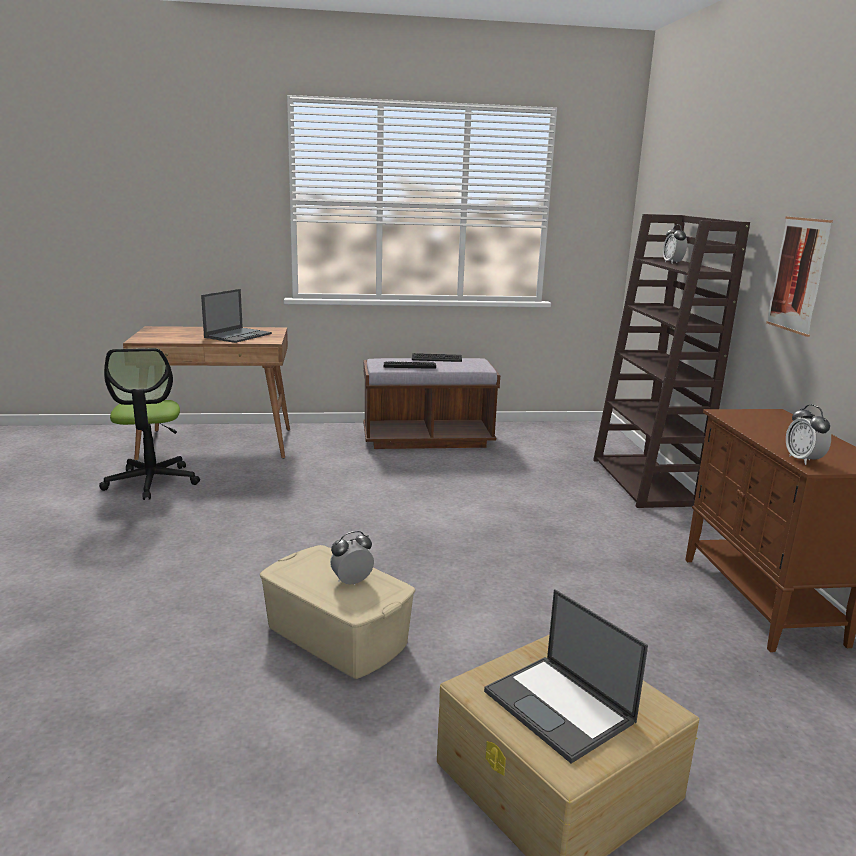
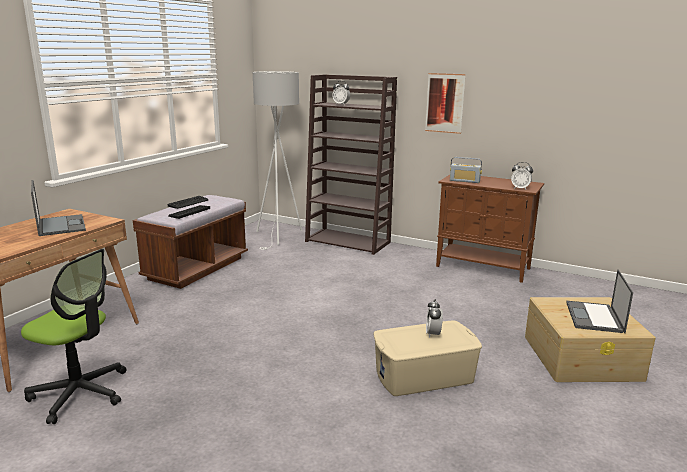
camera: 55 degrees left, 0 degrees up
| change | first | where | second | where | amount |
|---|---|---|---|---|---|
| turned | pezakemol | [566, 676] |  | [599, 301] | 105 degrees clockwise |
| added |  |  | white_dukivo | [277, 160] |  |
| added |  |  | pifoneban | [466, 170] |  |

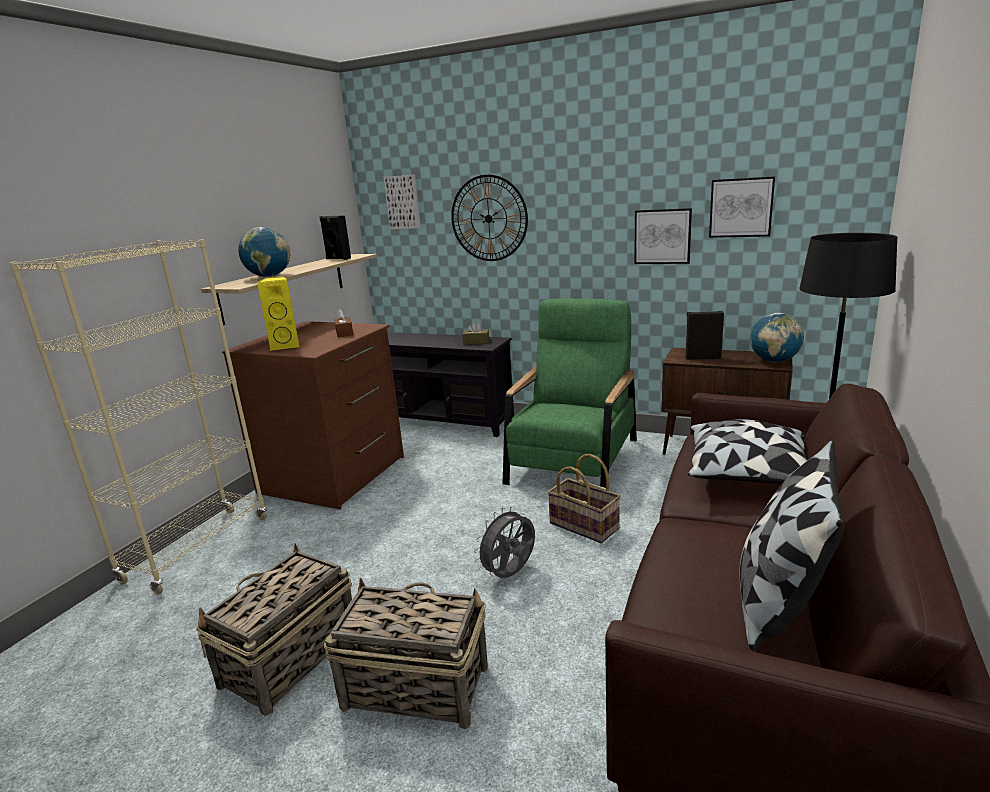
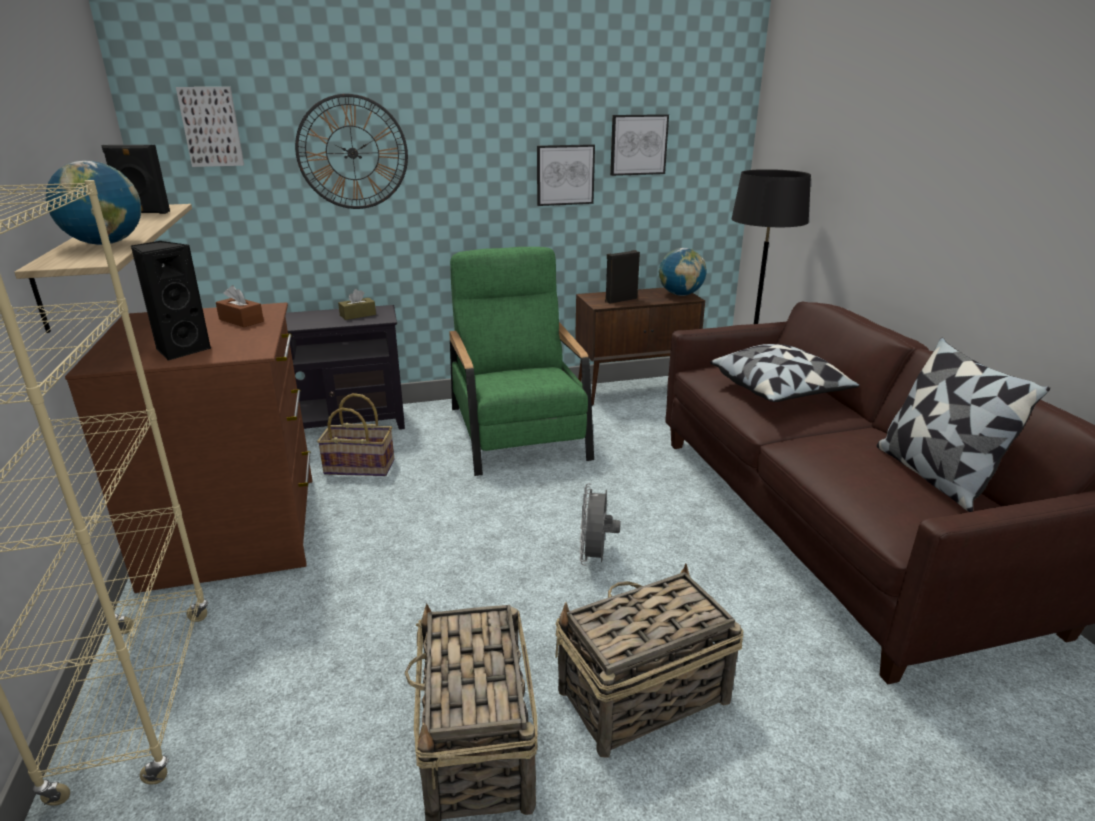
camera: 40 degrees left, 5 degrees up
| change | first | where | second | where | amount |
|---|---|---|---|---|---|
| recoloured | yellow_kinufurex | [278, 313] | black_kinufurex | [171, 301] |  |
| moved | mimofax | [584, 498] |  | [355, 434] |  |

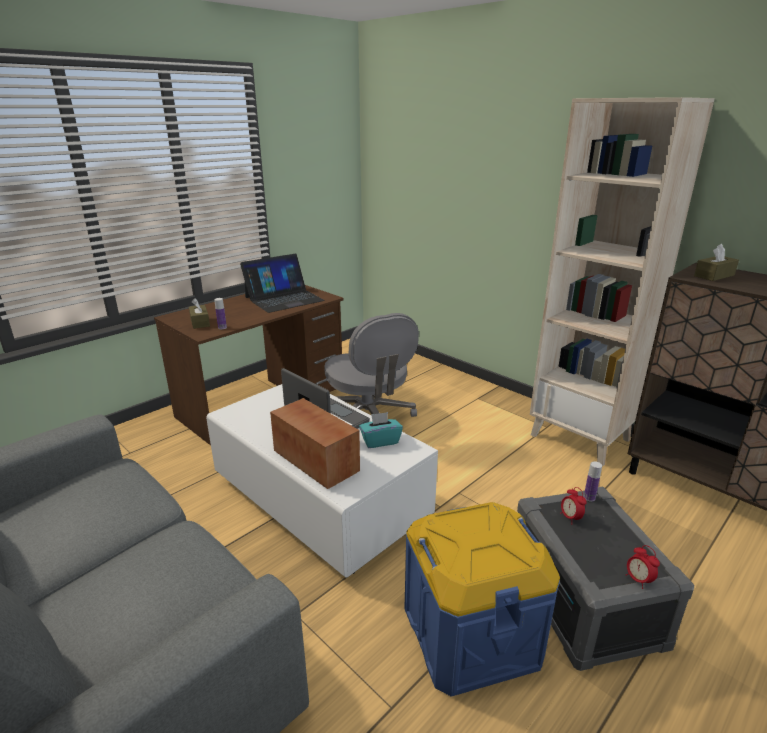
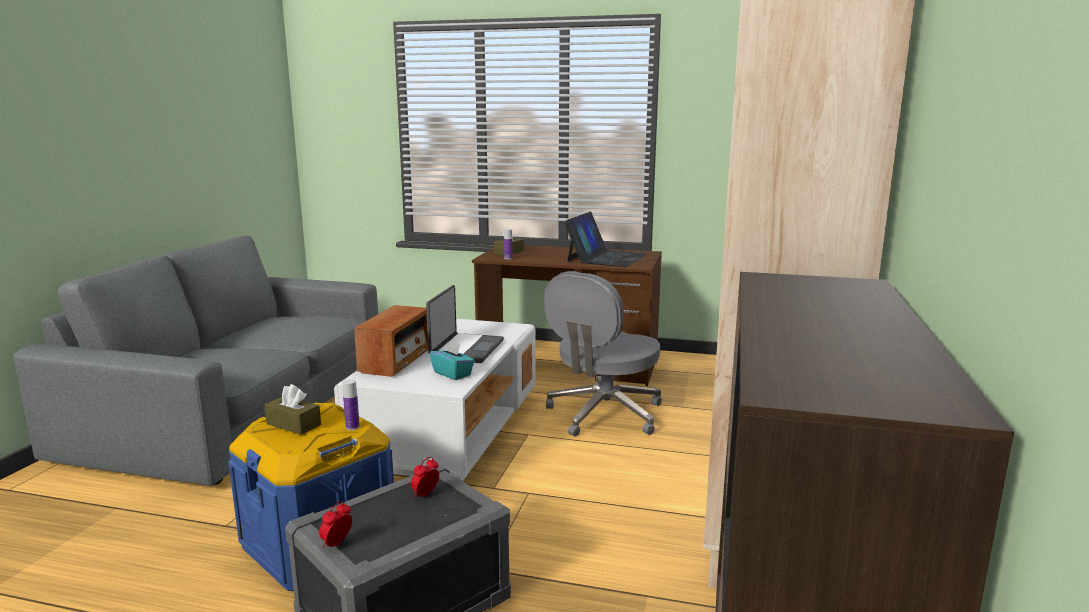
camera: 60 degrees right, 10 degrees down
| change | first | where | second | where | amount |
|---|---|---|---|---|---|
| turned | pezakemol | [282, 283] |  | [605, 239] | 90 degrees counterclockwise |
| moved | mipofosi | [593, 481] |  | [351, 404] |  |
| moved | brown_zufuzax | [716, 262] |  | [293, 409] |  |

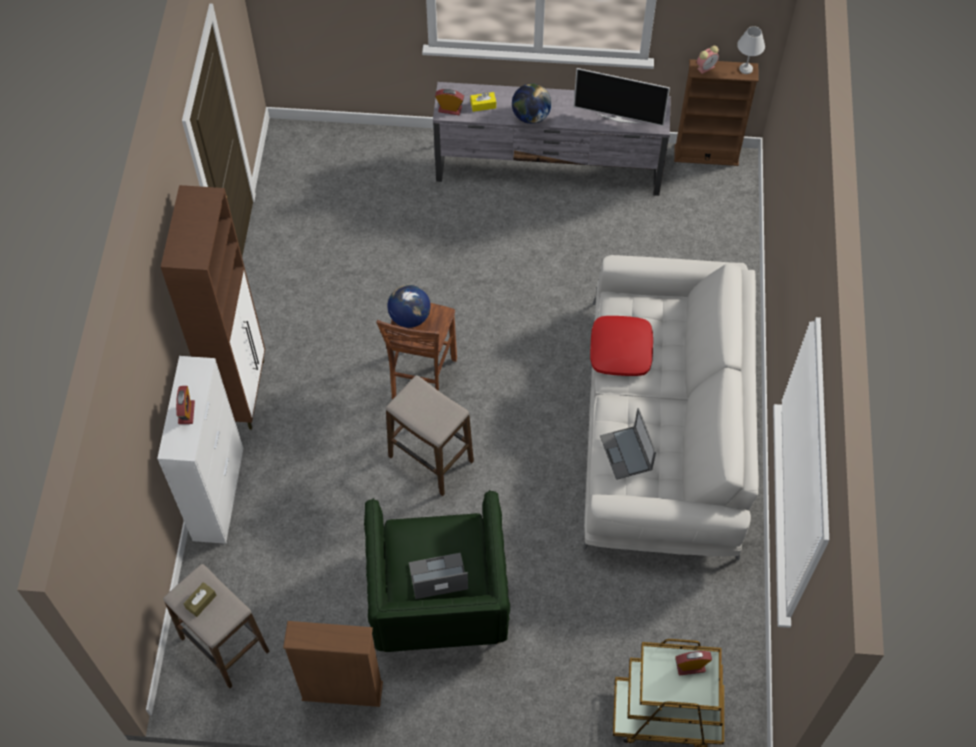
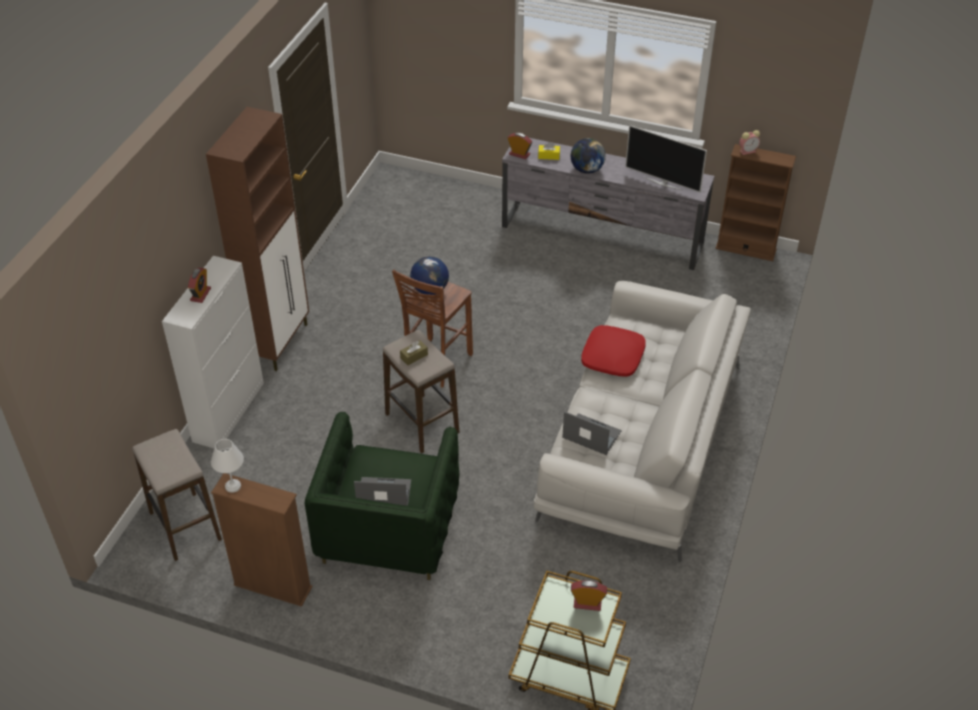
camera: 15 degrees right, 15 degrees down
| change | first | where | second | where | amount |
|---|---|---|---|---|---|
| moved | brown_zufuzax | [199, 599] |  | [414, 352] |  |
| turned | pezakemol | [628, 444] |  | [592, 433] | 120 degrees clockwise |
| moved | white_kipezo | [751, 50] |  | [227, 466] |  |

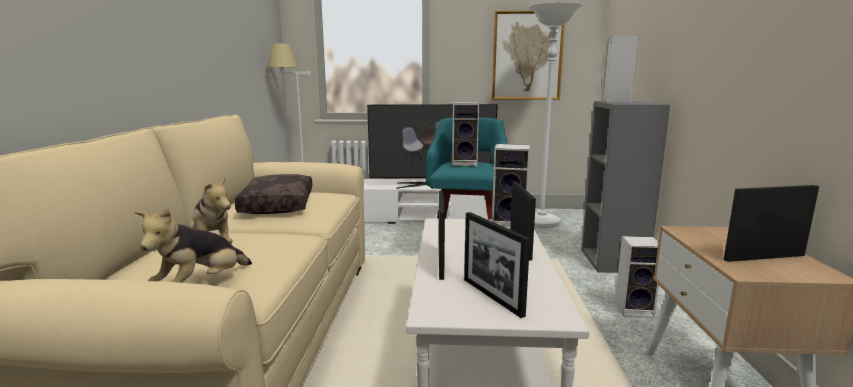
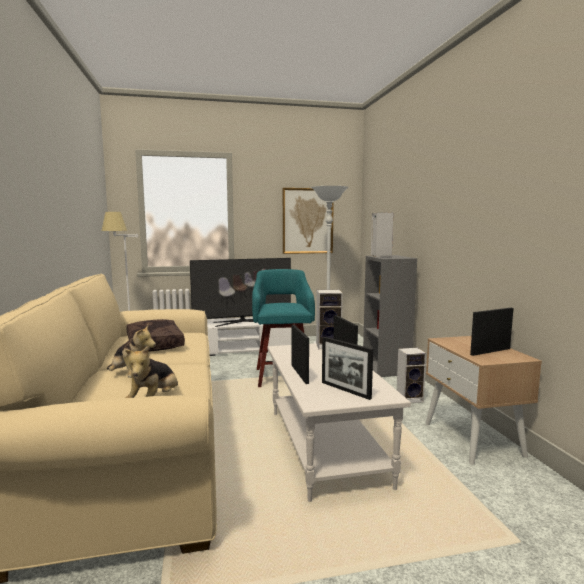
camera: 15 degrees left, 5 degrees down
| change | first | where | second | where | amount |
|---|---|---|---|---|---|
| removed | kinufurex | [465, 134] |  |  |  |

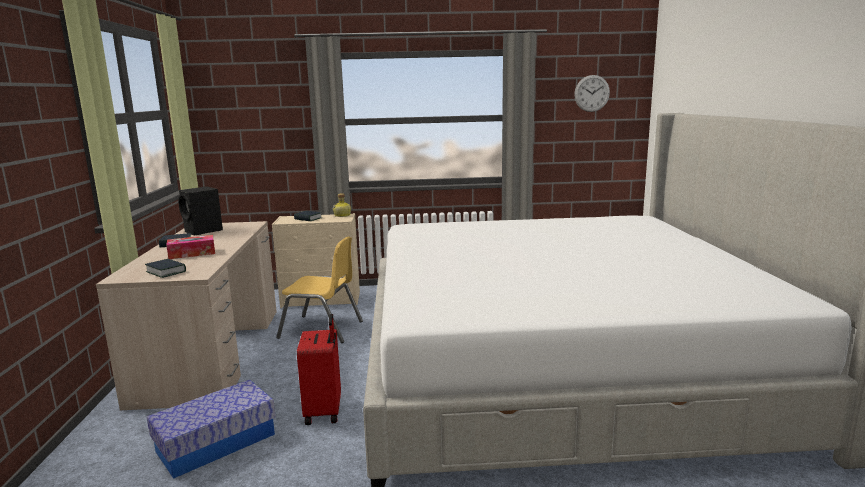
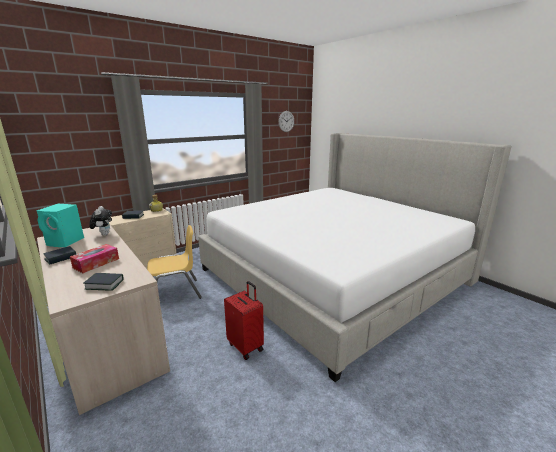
camera: 35 degrees left, 5 degrees up
| change | first | where | second | where | amount |
|---|---|---|---|---|---|
| removed | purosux | [211, 429] |  |  |  |
| recoloured | black_kinufurex | [200, 211] | turquoise_kinufurex | [60, 225] |  |
| added |  |  | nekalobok | [100, 221] |  |

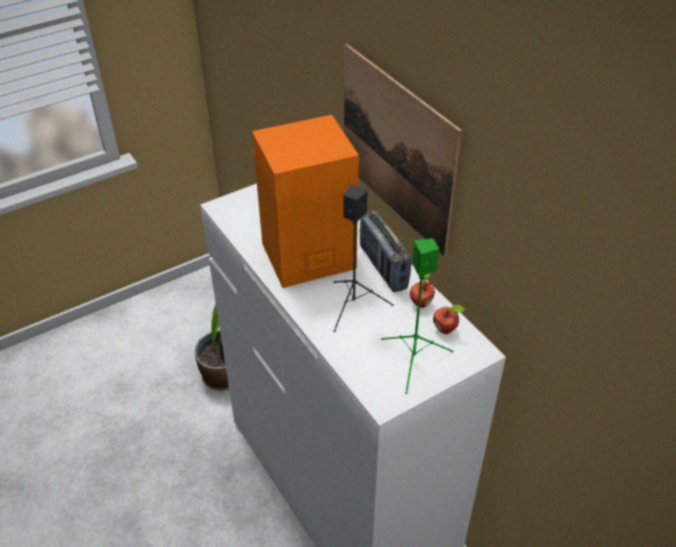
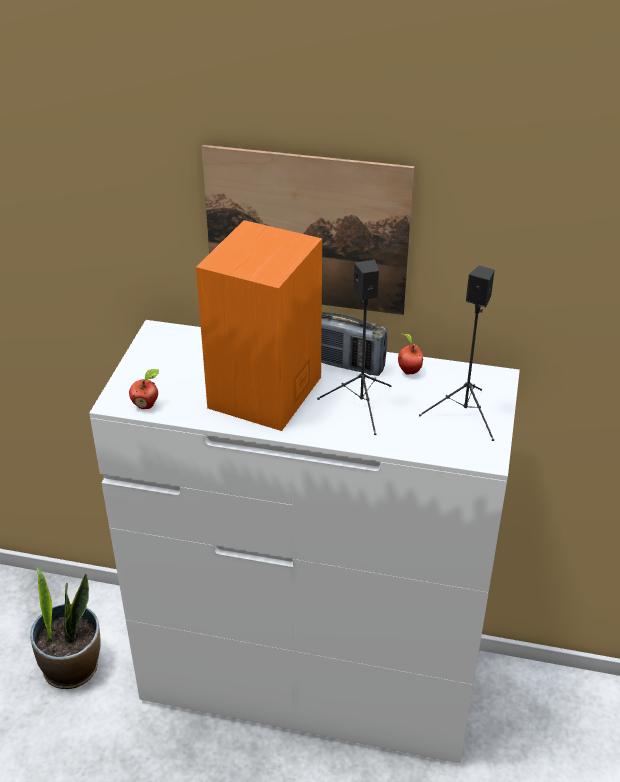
camera: 45 degrees left, 5 degrees down
| change | first | where | second | where | amount |
|---|---|---|---|---|---|
| recoloured | green_kinufurex | [417, 316] | black_kinufurex | [457, 353] |  |
| moved | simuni | [449, 319] |  | [144, 389] |  |

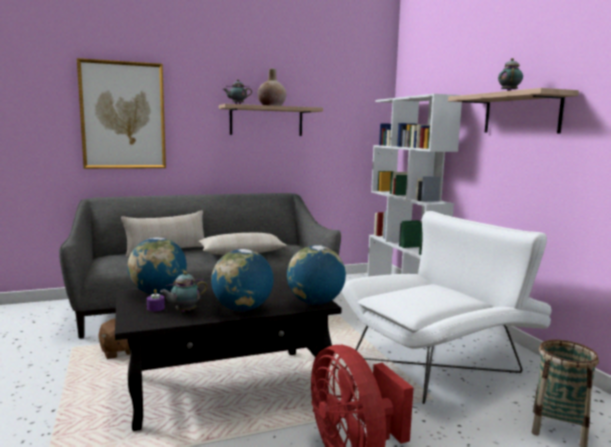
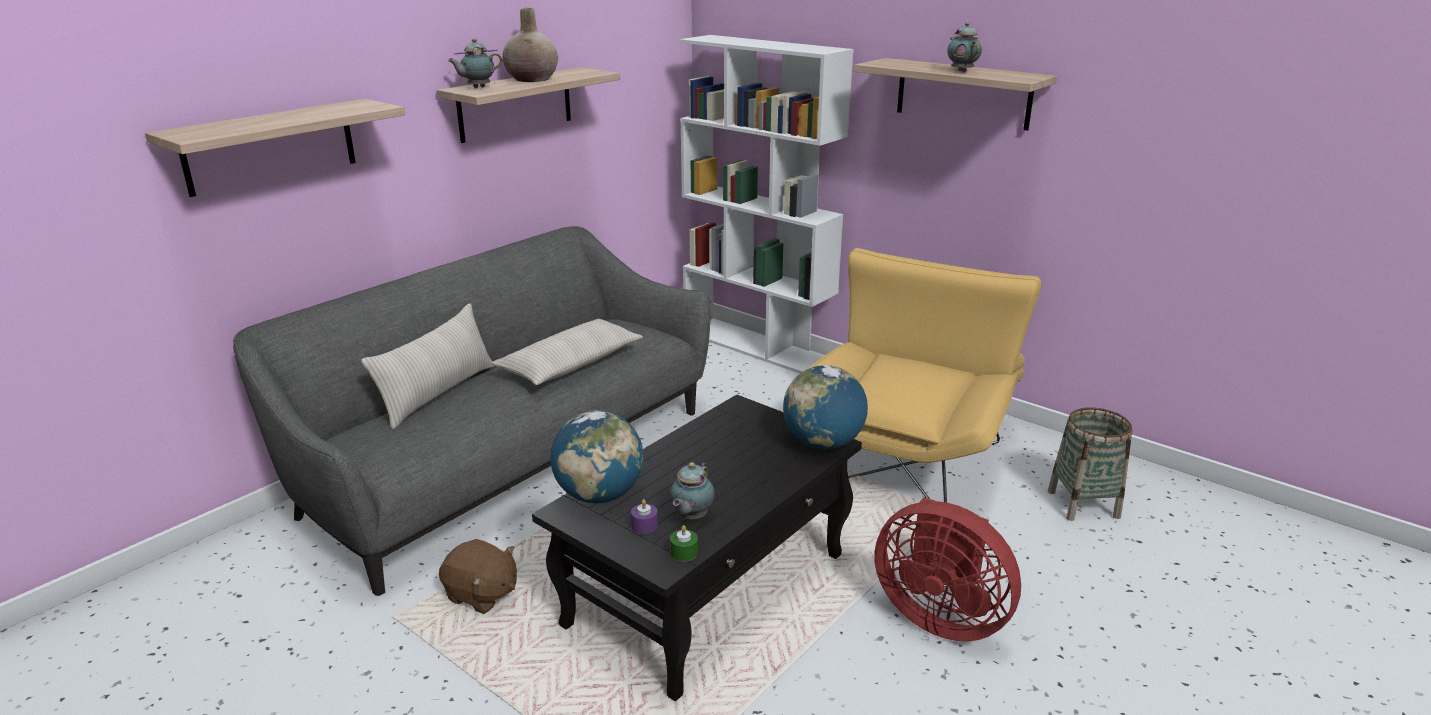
camera: 30 degrees left, 15 degrees up
| change | first | where | second | where | amount |
|---|---|---|---|---|---|
| replaced | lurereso | [121, 113] | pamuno | [275, 148] |  |
| removed | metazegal | [242, 280] |  |  |  |
| recoloured | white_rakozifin | [447, 307] | yellow_rakozifin | [924, 375] |  |
| added |  |  | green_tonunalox | [684, 543] |  |

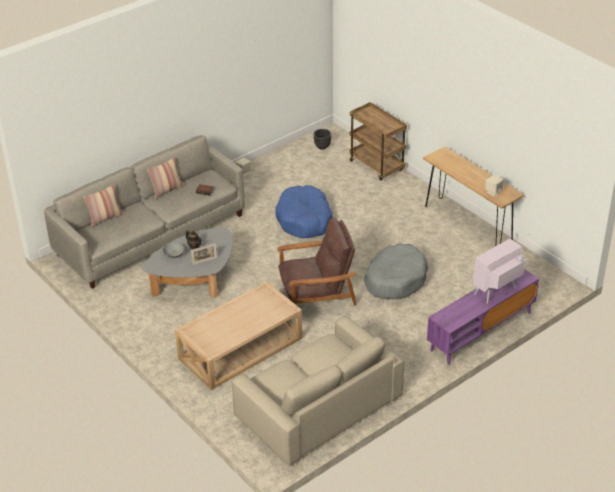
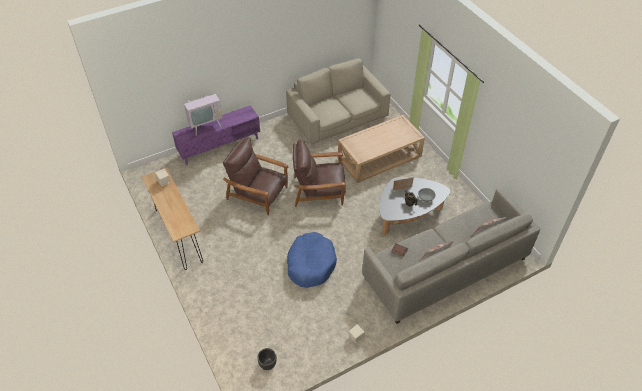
camera: 170 degrees left, 10 degrees up
| change | first | where | second | where | amount |
|---|---|---|---|---|---|
| removed | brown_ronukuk | [378, 141] |  |  |  |
| replaced | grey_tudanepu | [396, 271] | brown_rakozifin | [256, 176] |  |

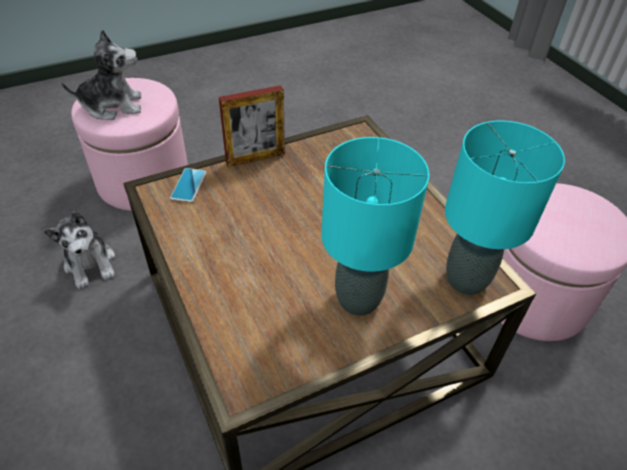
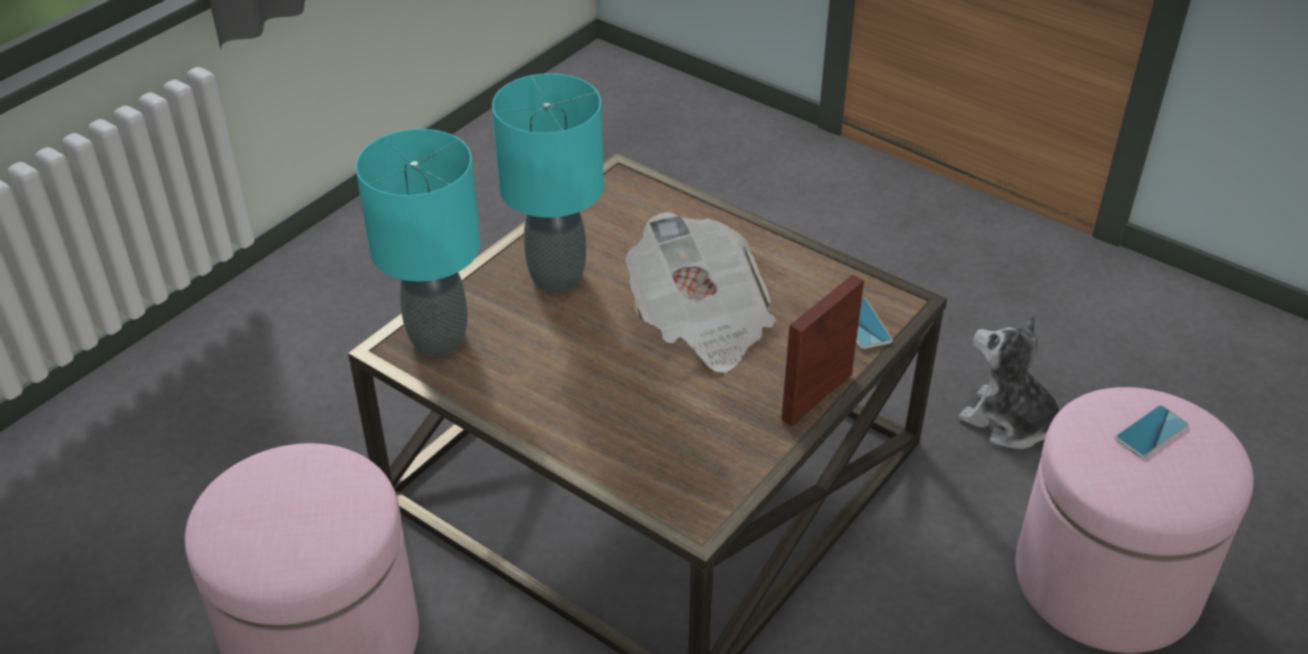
camera: 155 degrees right, 5 degrees down
| change | first | where | second | where | amount |
|---|---|---|---|---|---|
| replaced | nekalobok | [101, 74] | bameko | [1152, 431] |  |
| added |  |  | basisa | [700, 292] |  |

